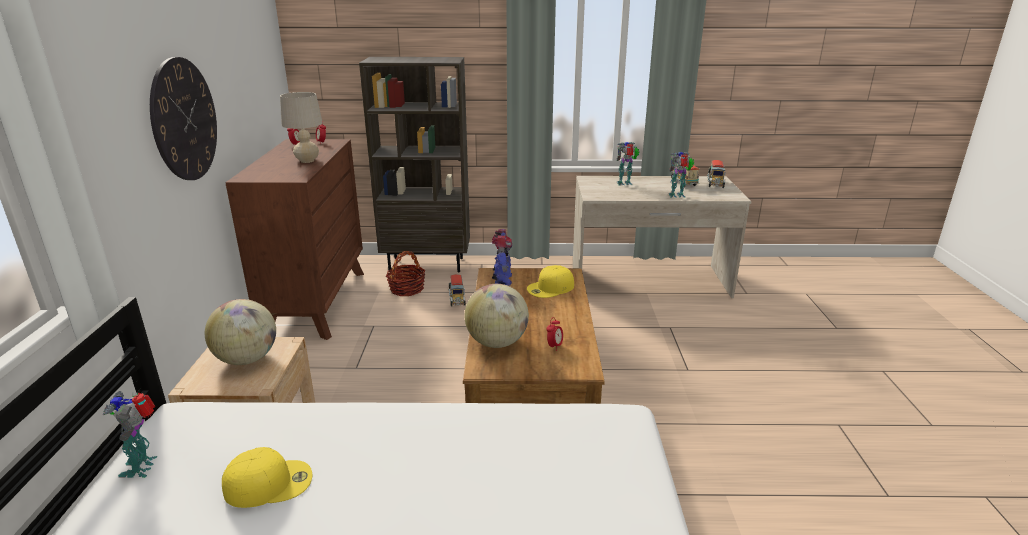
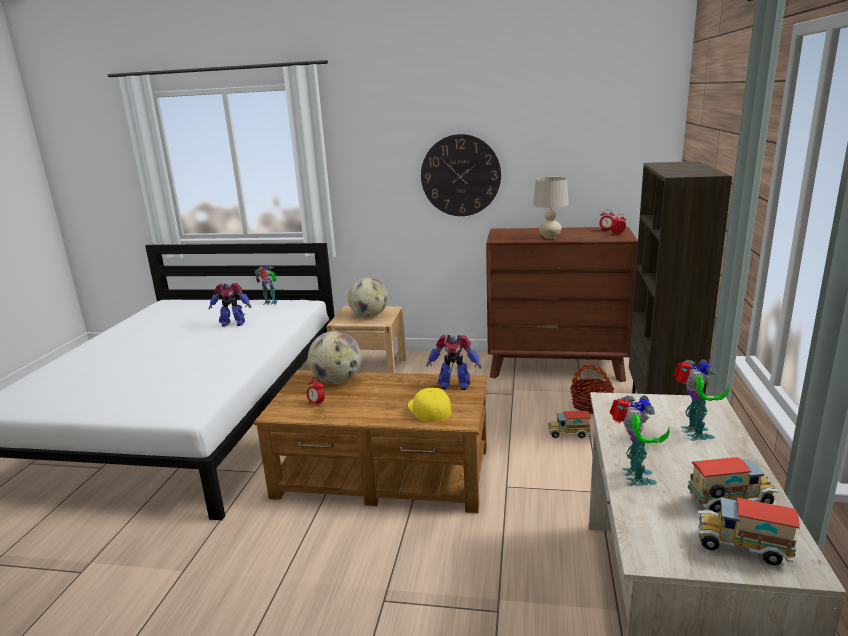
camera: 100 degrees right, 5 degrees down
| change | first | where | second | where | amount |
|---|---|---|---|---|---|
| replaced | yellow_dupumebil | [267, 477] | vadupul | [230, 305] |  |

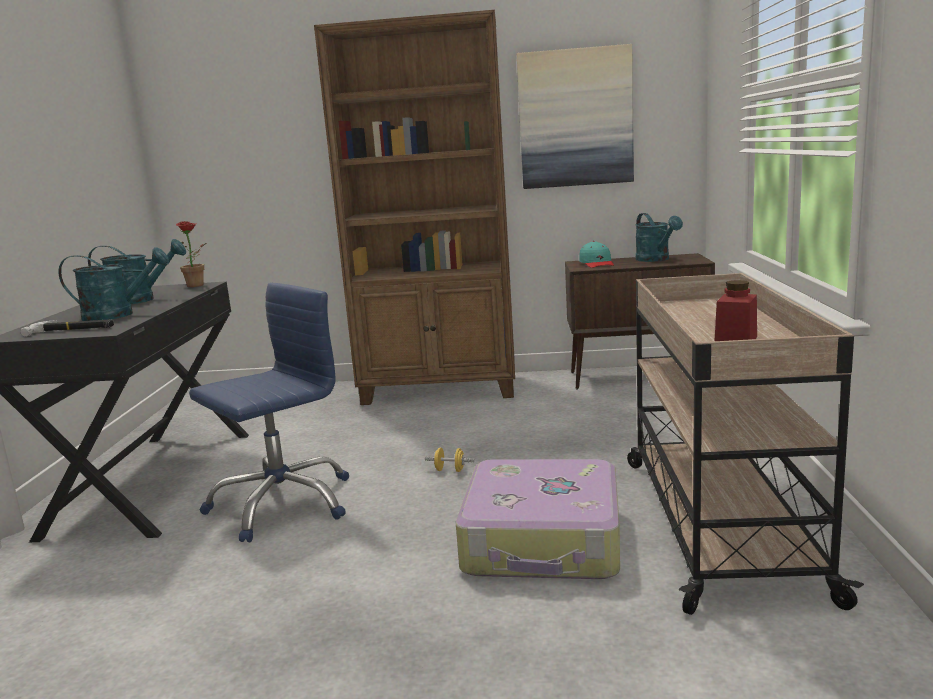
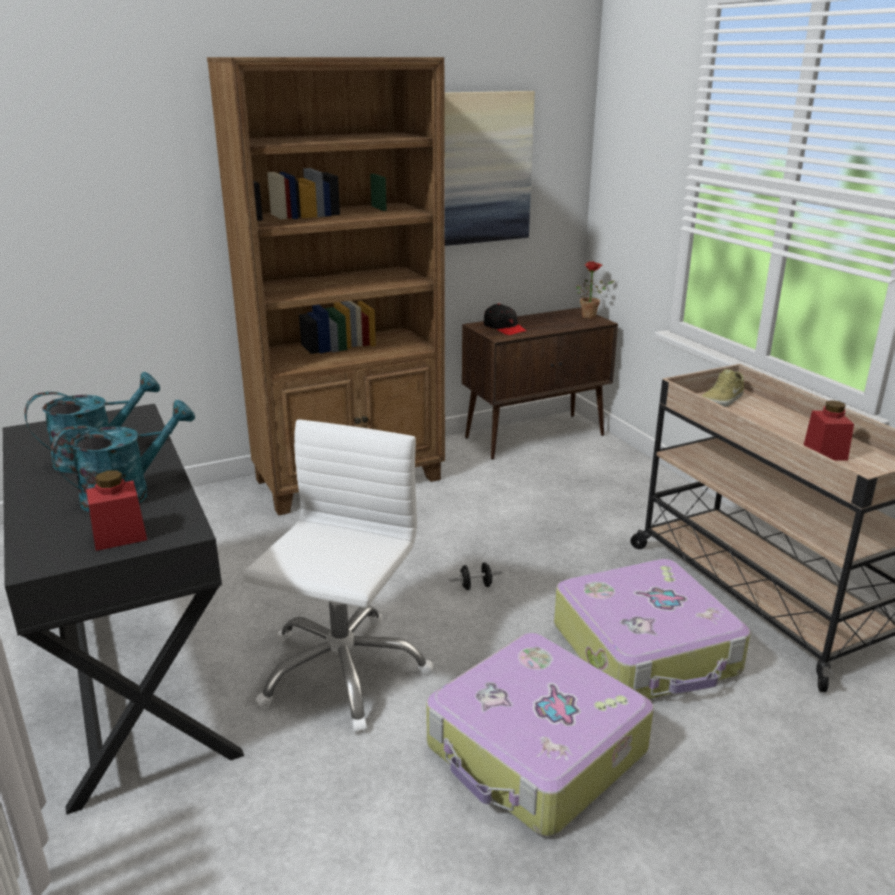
camera: 30 degrees left, 10 degrees up
| change | first | where | second | where | amount |
|---|---|---|---|---|---|
| replaced | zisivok | [67, 328] | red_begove | [116, 510] |  |
| moved | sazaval | [191, 254] |  | [595, 290] |  |
| recoloured | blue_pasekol | [269, 412] | white_pasekol | [338, 576] |  |
| recoloured | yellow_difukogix | [450, 460] | black_difukogix | [476, 576] |  |
| recoloured | turquoise_dupumebil | [596, 254] | black_dupumebil | [505, 319] |  |
| removed | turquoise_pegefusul | [659, 237] |  |  |  |
| added |  |  | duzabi | [540, 734] |  |
| added |  |  | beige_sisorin | [722, 388] |  |

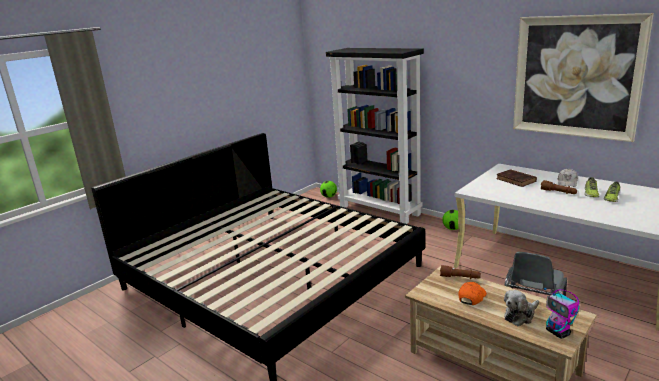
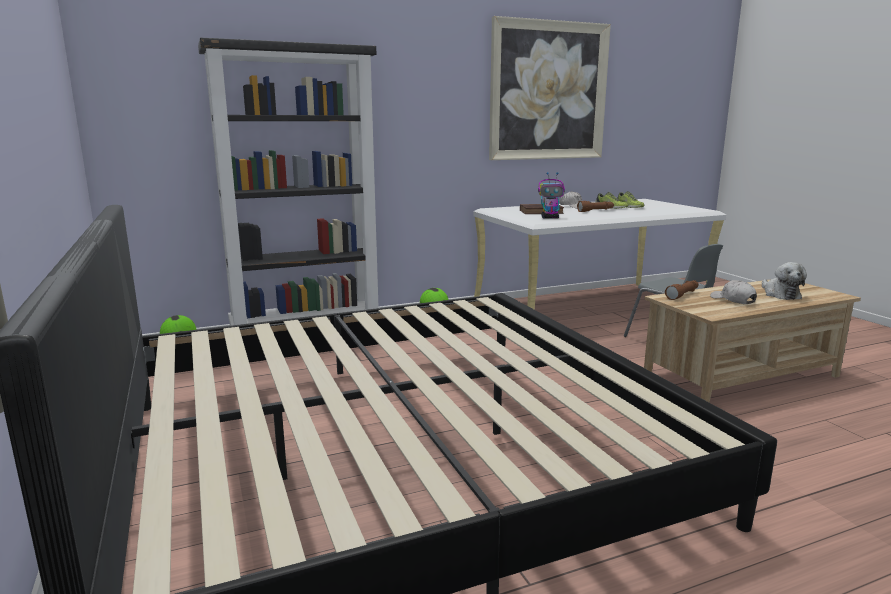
camera: 65 degrees left, 5 degrees down
| change | first | where | second | where | amount |
|---|---|---|---|---|---|
| recoloured | orange_dupumebil | [472, 293] | white_dupumebil | [733, 292] |  |
| moved | vadupul | [561, 313] |  | [551, 195] |  |

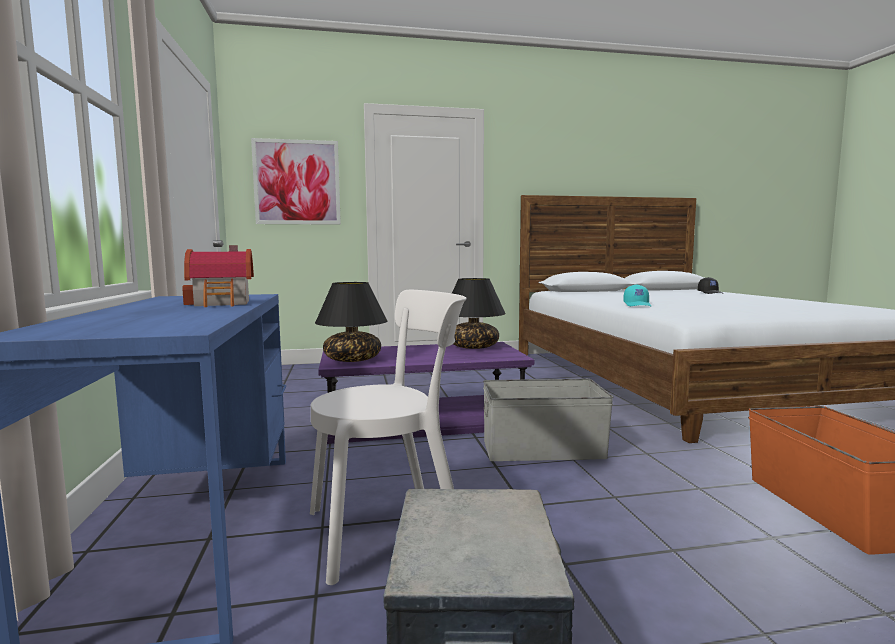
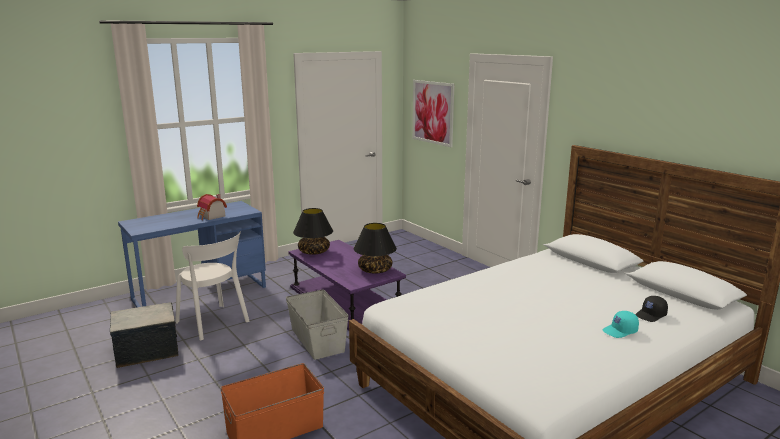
camera: 65 degrees right, 10 degrees up
| change | first | where | second | where | amount |
|---|---|---|---|---|---|
| moved | turquoise_dupumebil | [637, 295] |  | [621, 324] |  |

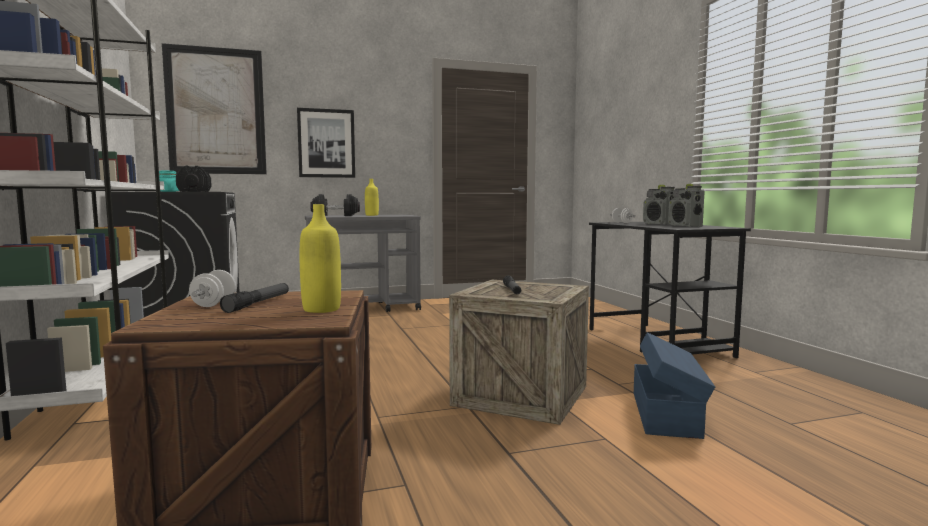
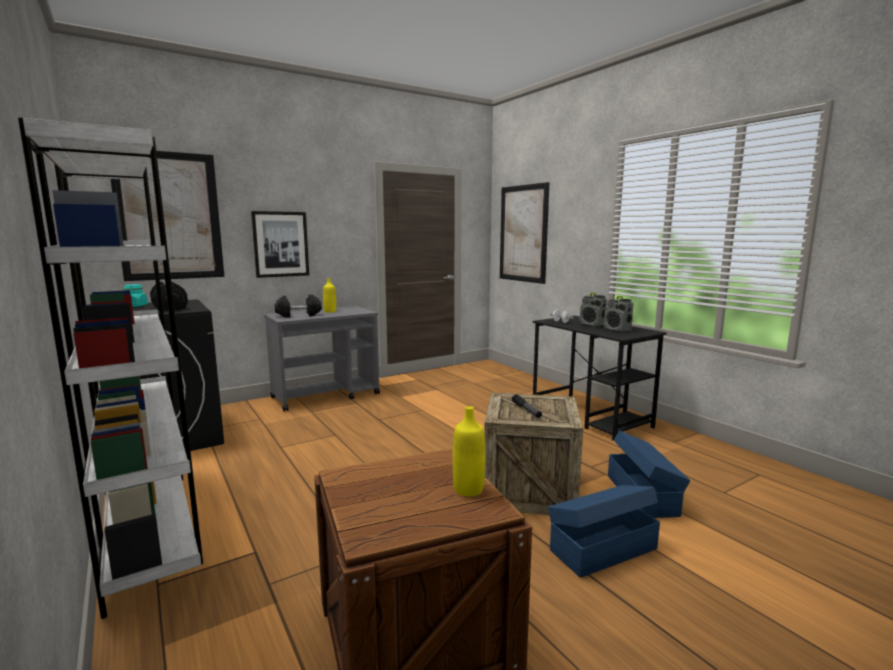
camera: 15 degrees left, 5 degrees up
| change | first | where | second | where | amount |
|---|---|---|---|---|---|
| removed | white_difukogix | [212, 288] |  |  |  |
| removed | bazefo | [254, 298] |  |  |  |
| added |  |  | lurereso | [524, 233] |  |
| added |  |  | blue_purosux | [604, 531] |  |

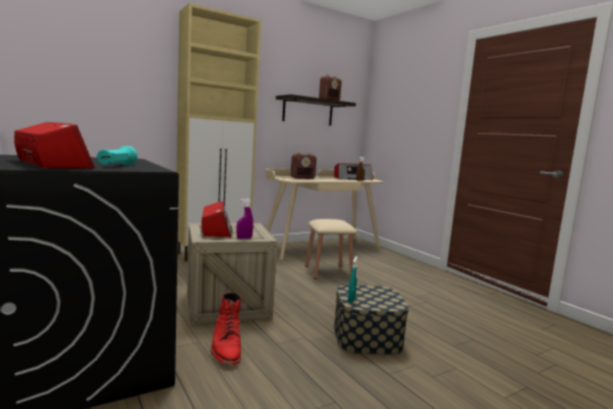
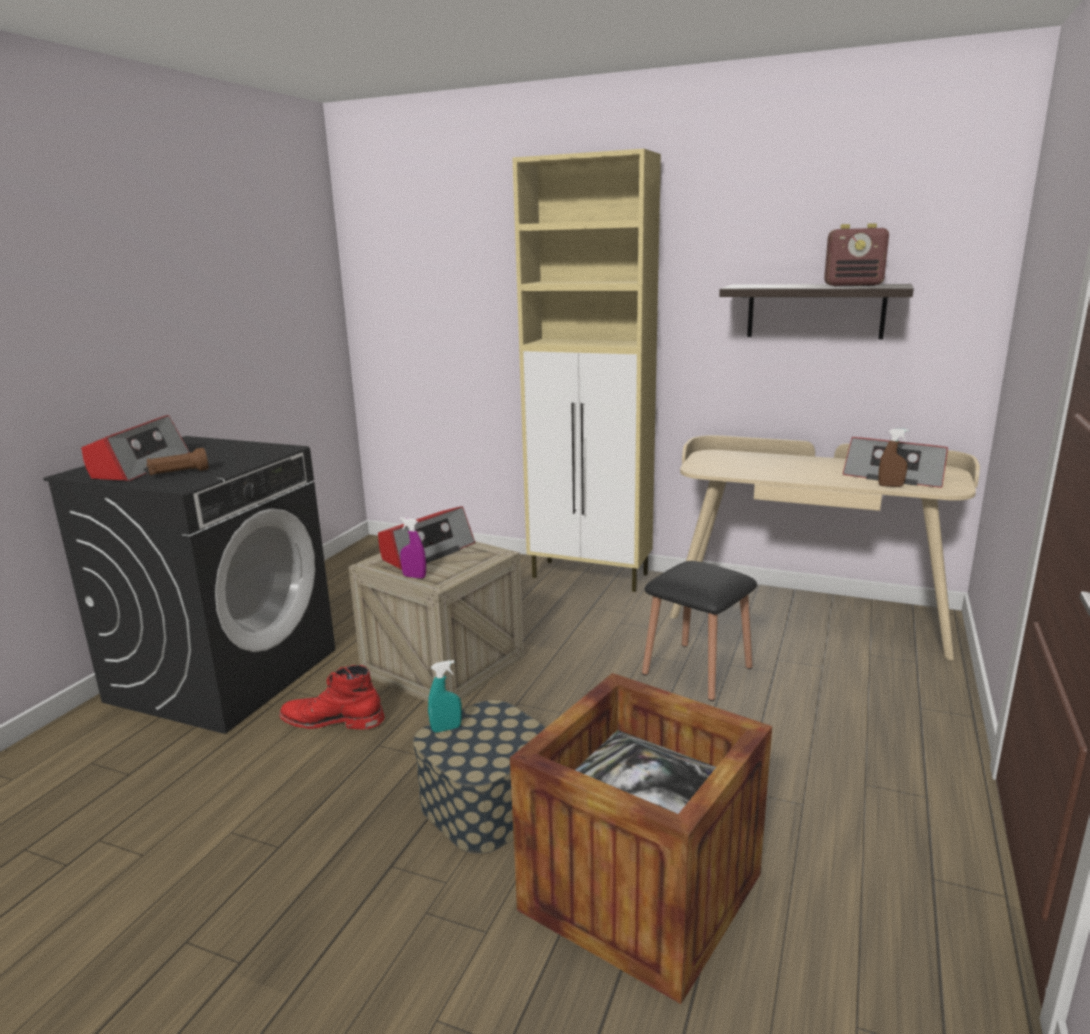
camera: 55 degrees right, 10 degrees up
| change | first | where | second | where | amount |
|---|---|---|---|---|---|
| recoloured | turquoise_bazefo | [117, 155] | brown_bazefo | [177, 461] |  |
| turned | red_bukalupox | [226, 328] |  | [331, 697] | 60 degrees clockwise |
| removed | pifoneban | [304, 166] |  |  |  |
| recoloured | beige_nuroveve | [331, 249] | black_nuroveve | [699, 631] |  |
| added |  |  | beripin | [641, 838] |  |

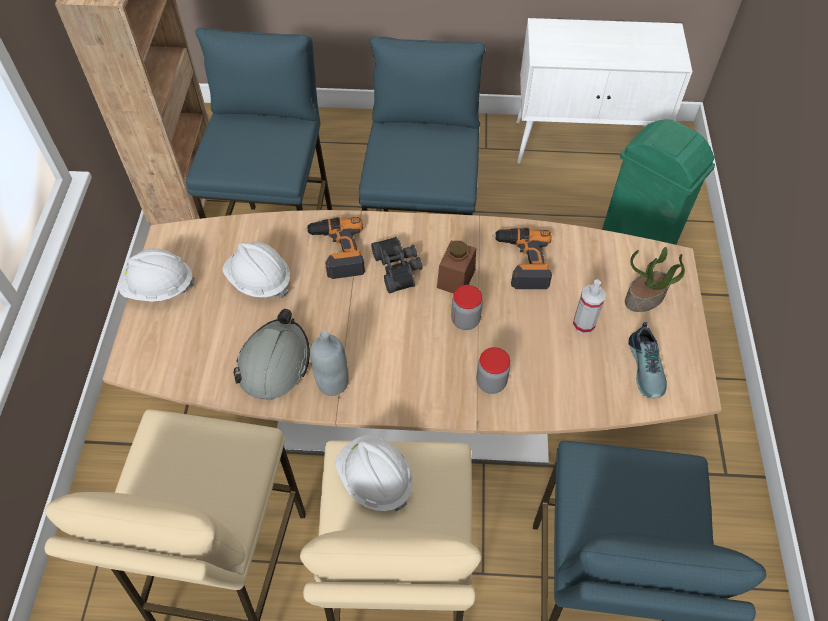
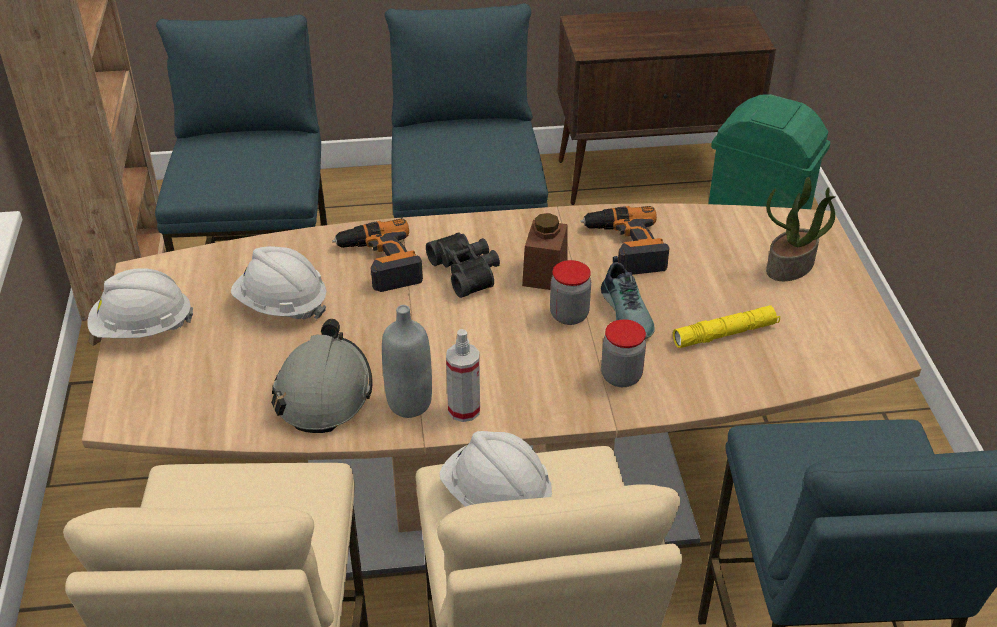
camera: 10 degrees left, 15 degrees down
| change | first | where | second | where | amount |
|---|---|---|---|---|---|
| recoloured | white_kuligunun | [604, 91] | brown_kuligunun | [666, 105] |  |
| moved | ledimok | [589, 306] |  | [463, 375] |  |
| moved | sisorin | [648, 360] |  | [628, 297] |  |
| added |  |  | yellow_bazefo | [726, 326] |  |

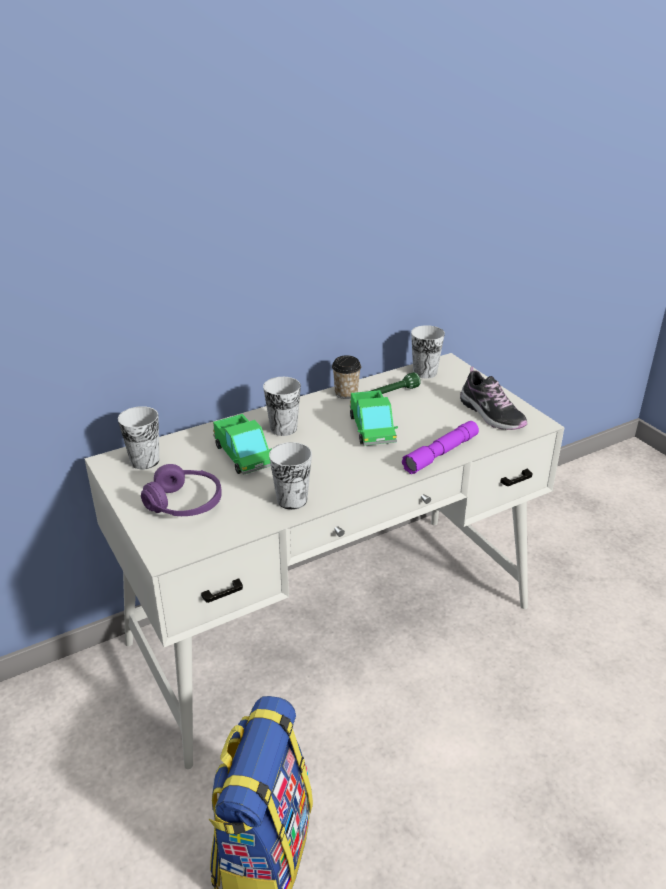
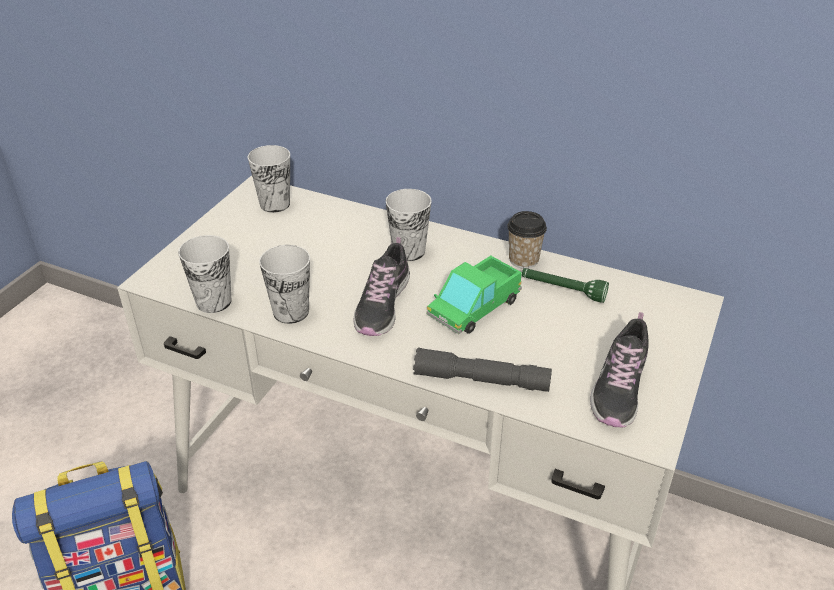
camera: 55 degrees right, 5 degrees up
| change | first | where | second | where | amount |
|---|---|---|---|---|---|
| removed | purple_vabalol | [181, 490] |  |  |  |
| removed | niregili | [242, 444] |  |  |  |
| recoloured | purple_bazefo | [440, 447] | grey_bazefo | [482, 369] |  |
| moved | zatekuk | [428, 351] |  | [205, 274] |  |
| added |  |  | sisorin | [381, 286] |  |

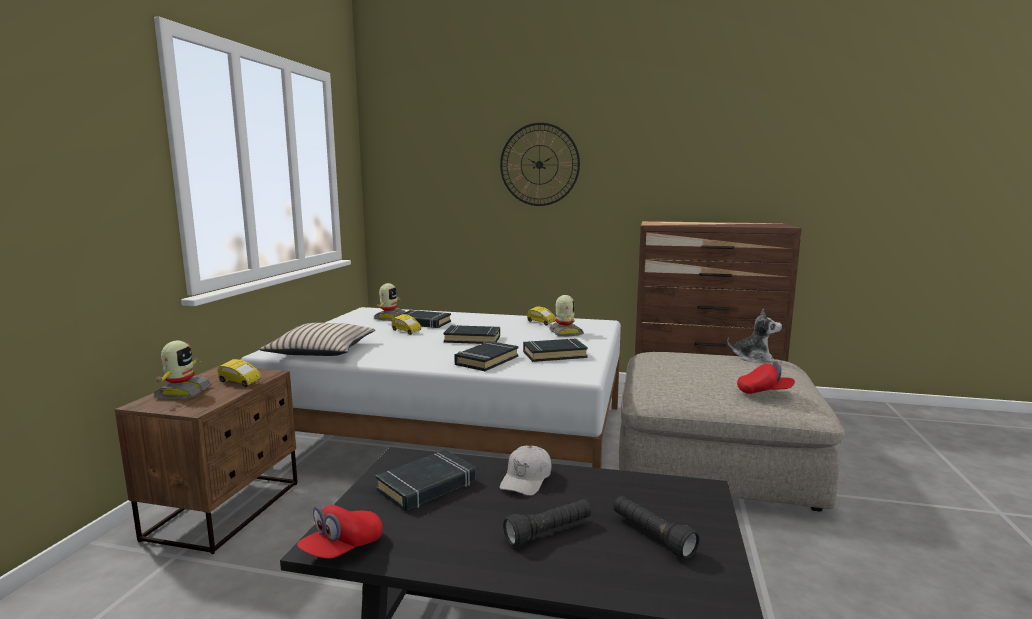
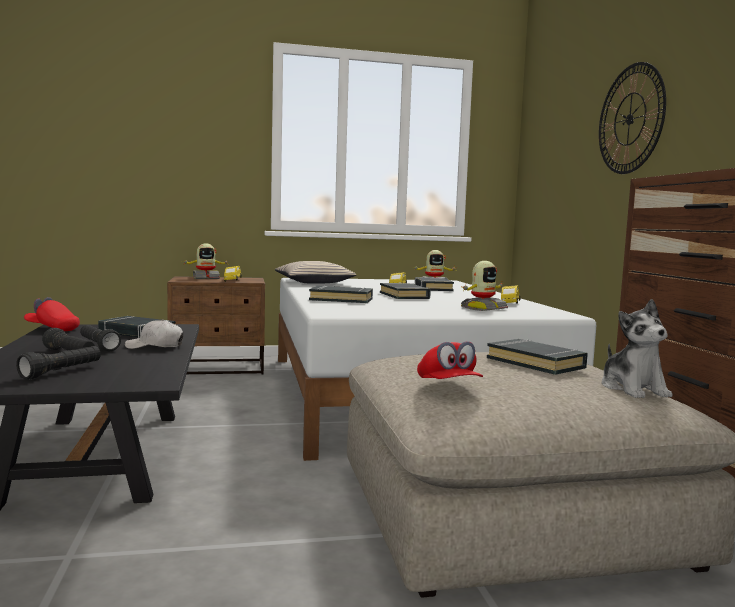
camera: 65 degrees right, 5 degrees down
| change | first | where | second | where | amount |
|---|---|---|---|---|---|
| moved | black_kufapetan | [555, 350] |  | [537, 357] |  |
| added |  |  | black_bazefo | [100, 338] |  |

